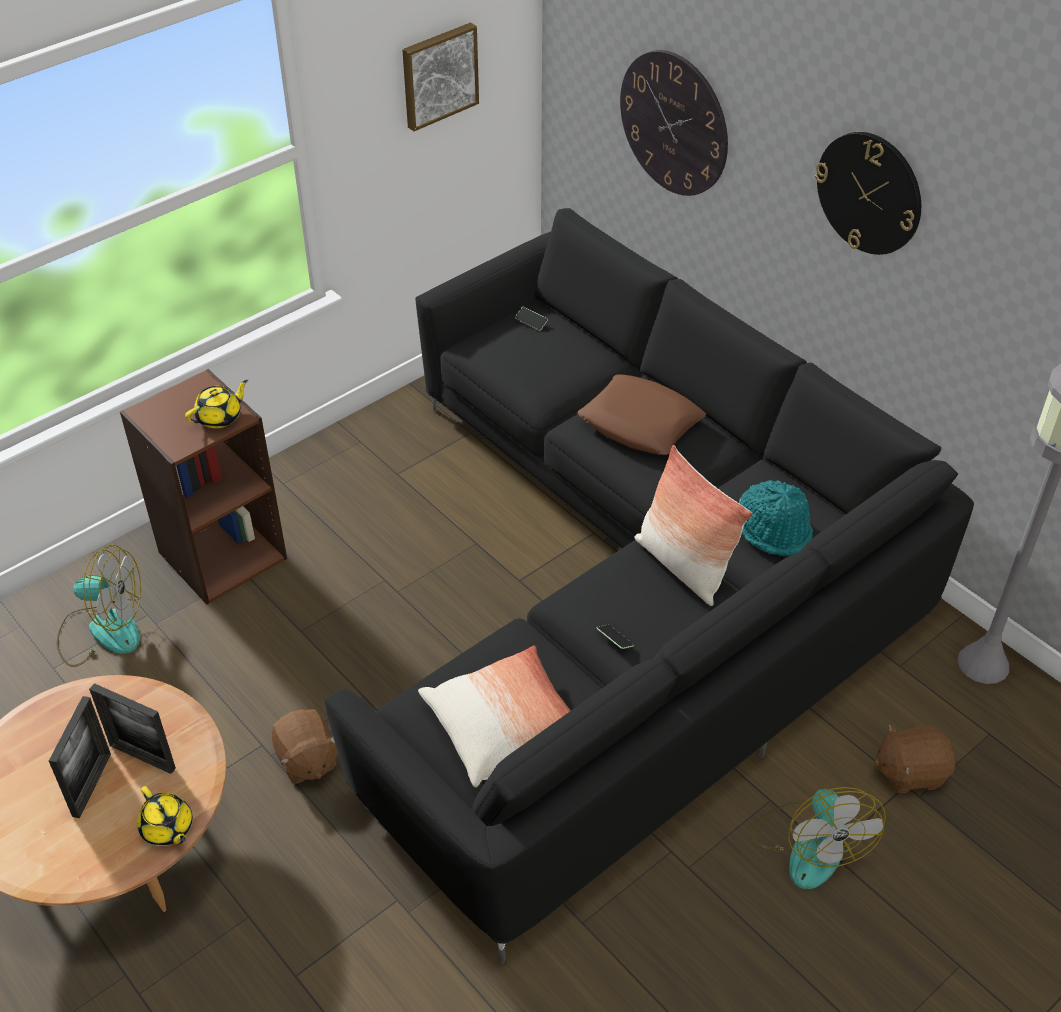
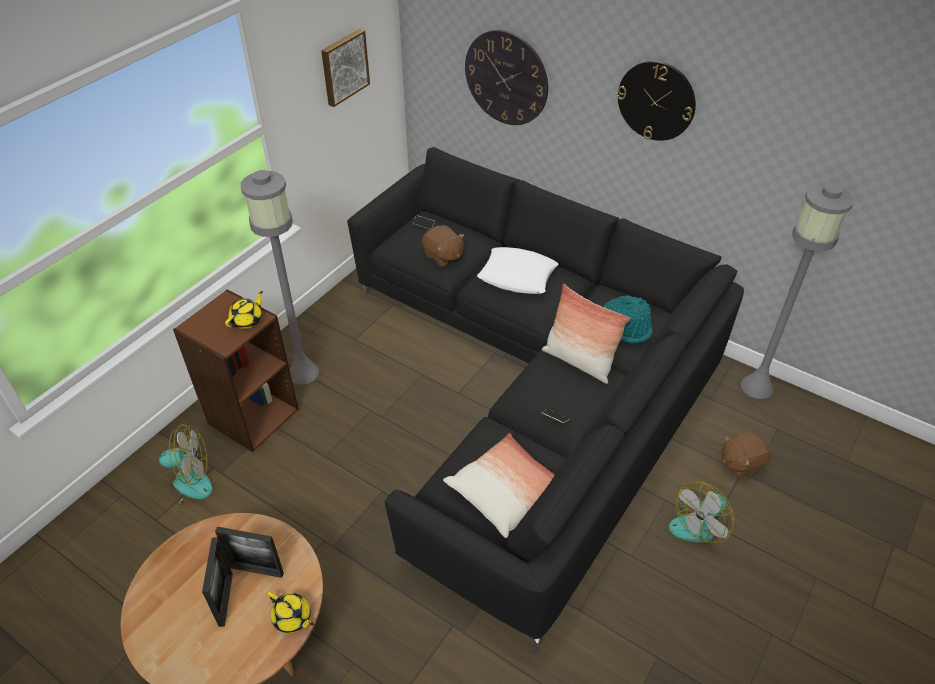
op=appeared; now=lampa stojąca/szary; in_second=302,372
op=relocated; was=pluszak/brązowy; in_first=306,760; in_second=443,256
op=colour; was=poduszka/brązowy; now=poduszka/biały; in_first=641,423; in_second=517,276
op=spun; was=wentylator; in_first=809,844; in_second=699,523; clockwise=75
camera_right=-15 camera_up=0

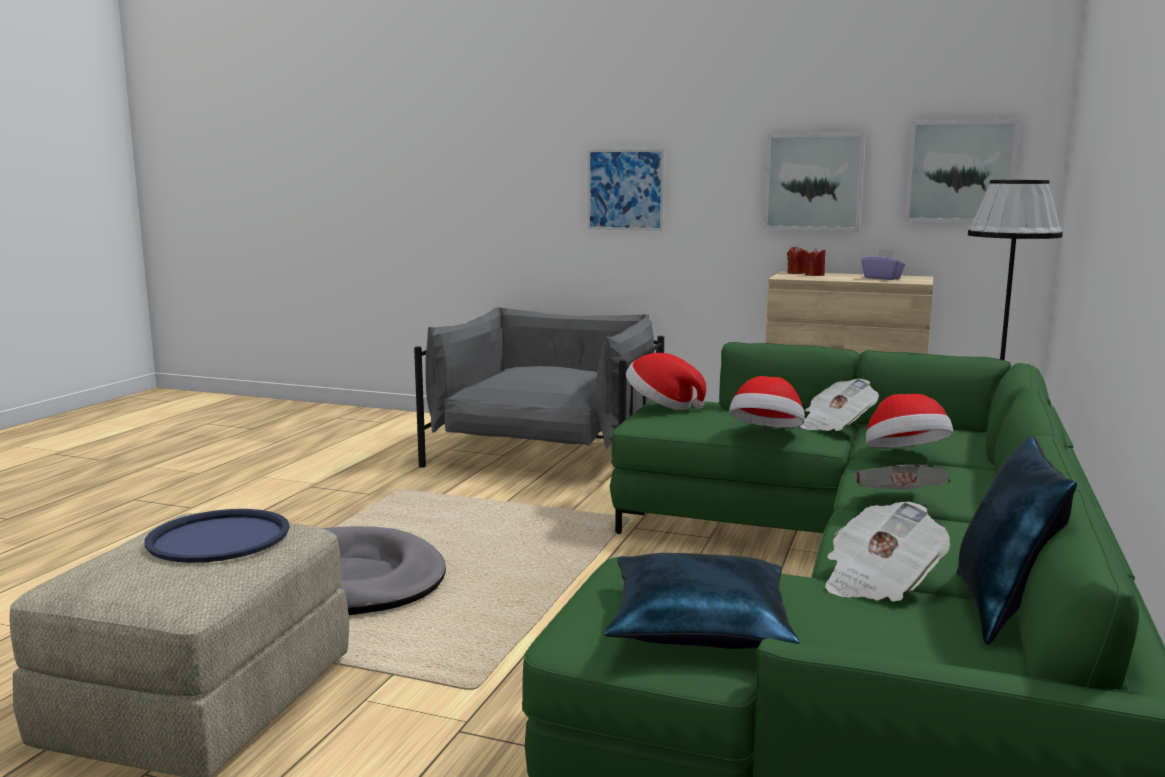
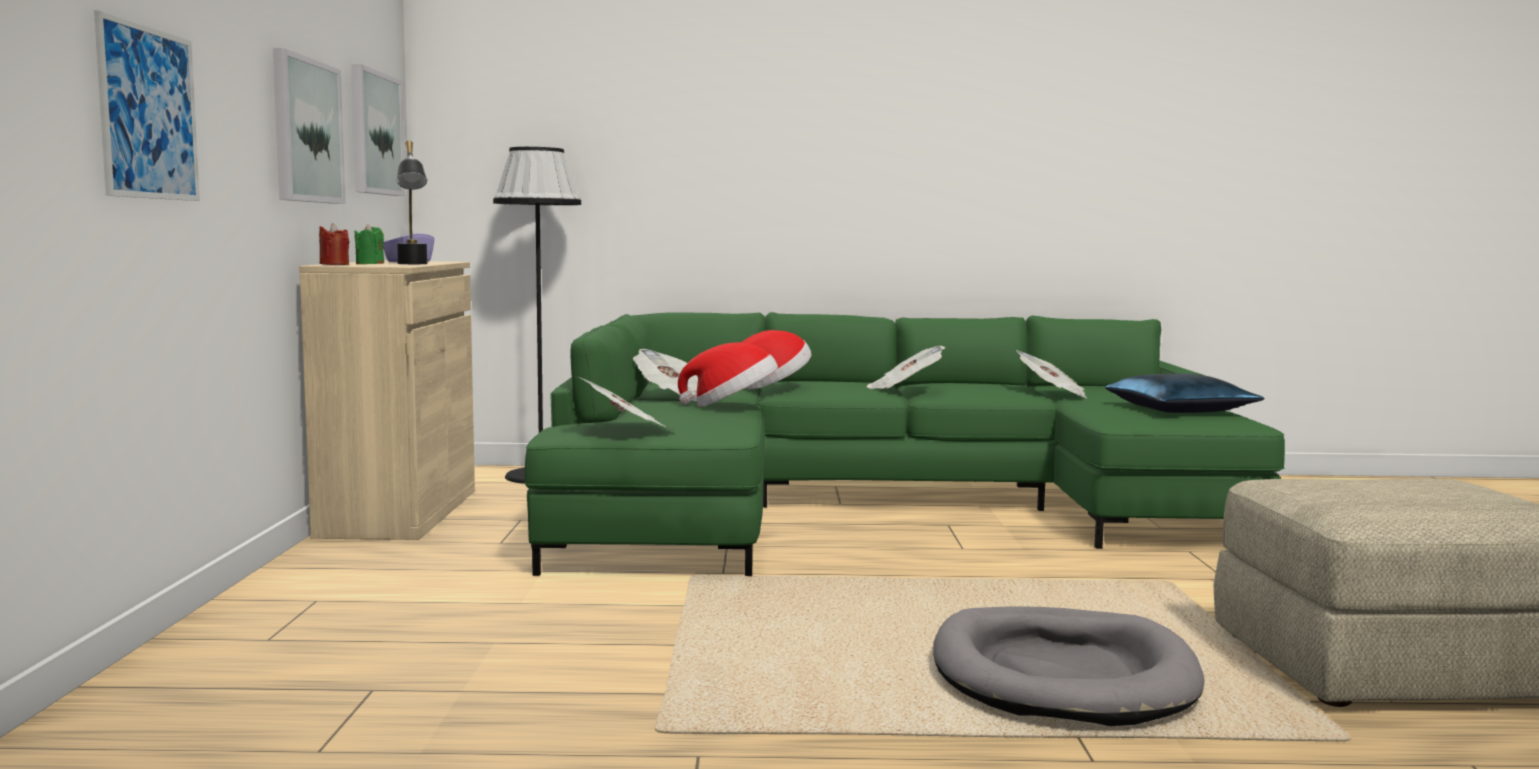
op=colour; was=świeca/czerwony; now=świeca/zielony; in_first=814,275; in_second=370,264
op=appeared; now=lampa stołowa/czarny; in_second=413,264
op=exchanged; was=kapelusz; now=gazeta; in_first=662,406; in_second=626,429
op=missing; was=taca/niebieski; in_first=219,538
op=missing; was=fotel/szary; in_first=549,454
op=missing; was=poduszka/niebieski; in_first=1003,610
camera_right=-110 camera_up=-5

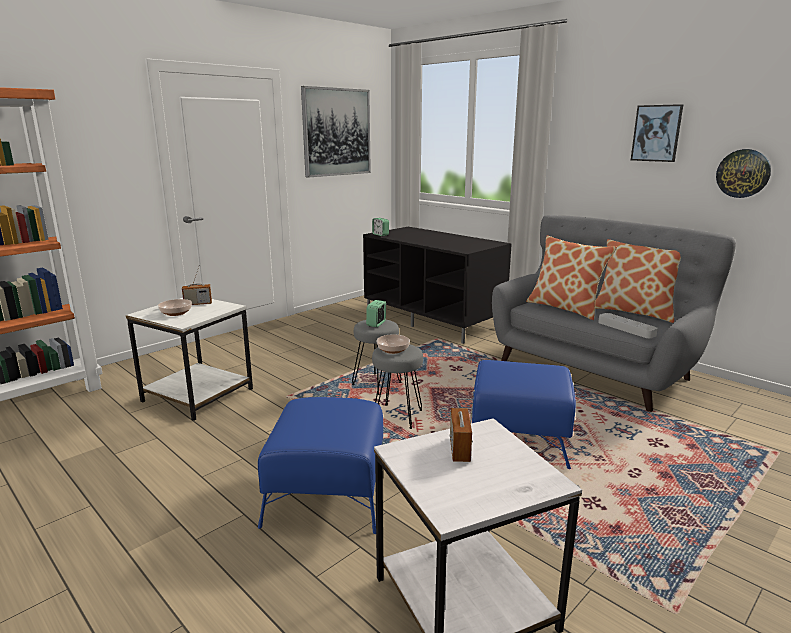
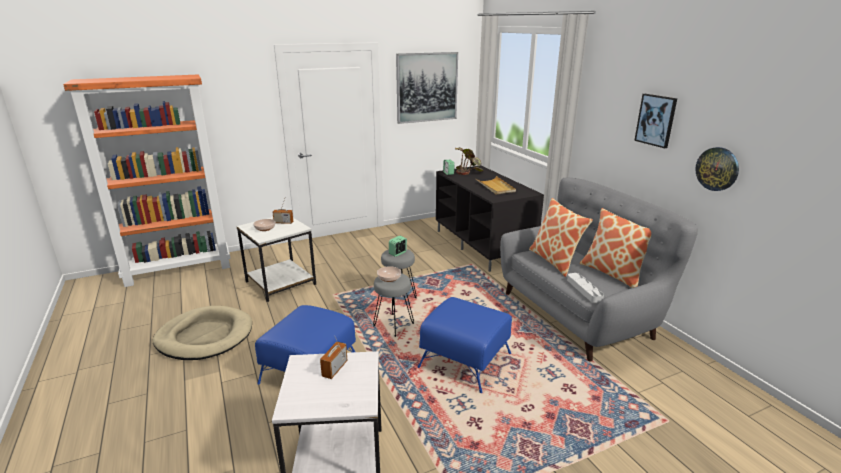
op=appeared; now=legowisko/beżowy; in_second=205,336
op=appeared; now=roślina doniczkowa; in_second=468,171
op=appeared; now=taca/beżowy; in_second=495,187
camera_right=20 camera_up=5

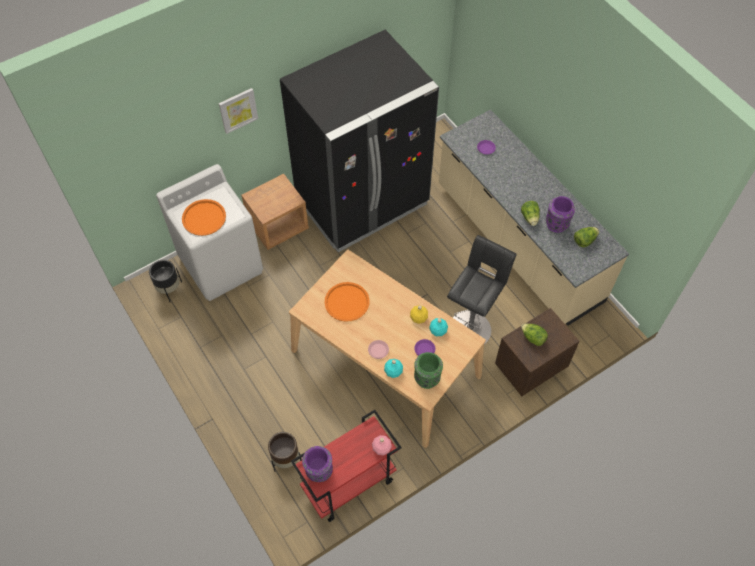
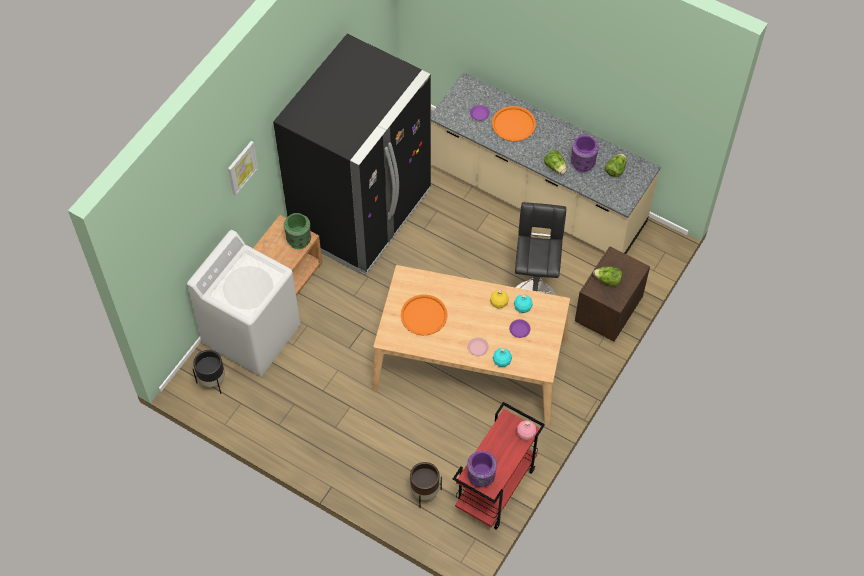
op=relocated; was=wazon/zielony; in_first=427,378; in_second=299,240
op=relocated; was=taca/pomarańczowy; in_first=204,218; in_second=513,124
camera_right=-25 camera_up=0

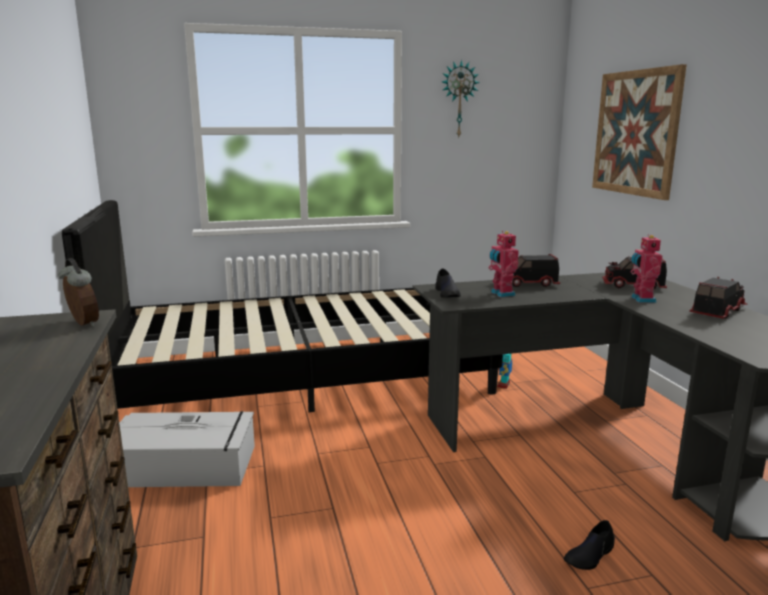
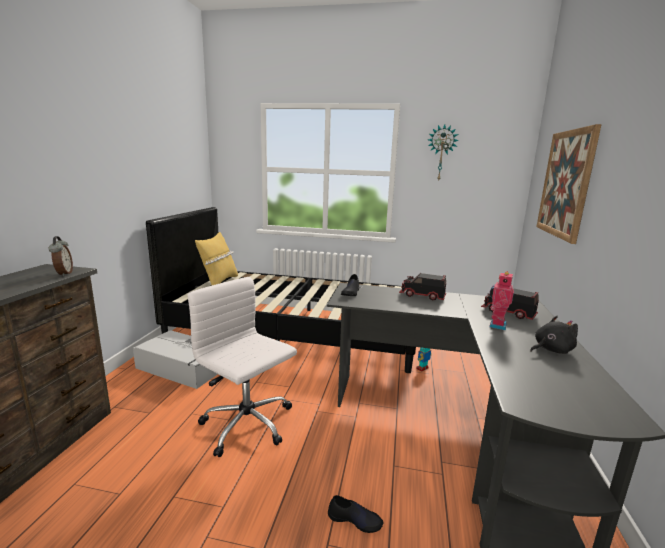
op=appeared; now=krzesło biurowe/biały; in_second=248,425
op=appeared; now=poduszka/żółty; in_second=219,282
op=spun; was=but/czarny; in_first=589,555; in_second=355,520; clockwise=-150
op=exchanged; was=ciężarówka zabawkowa; now=pluszak/czarny; in_first=716,311; in_second=551,350
op=missing; was=robot zabawkowy; in_first=501,294
camera_right=25 camera_up=0

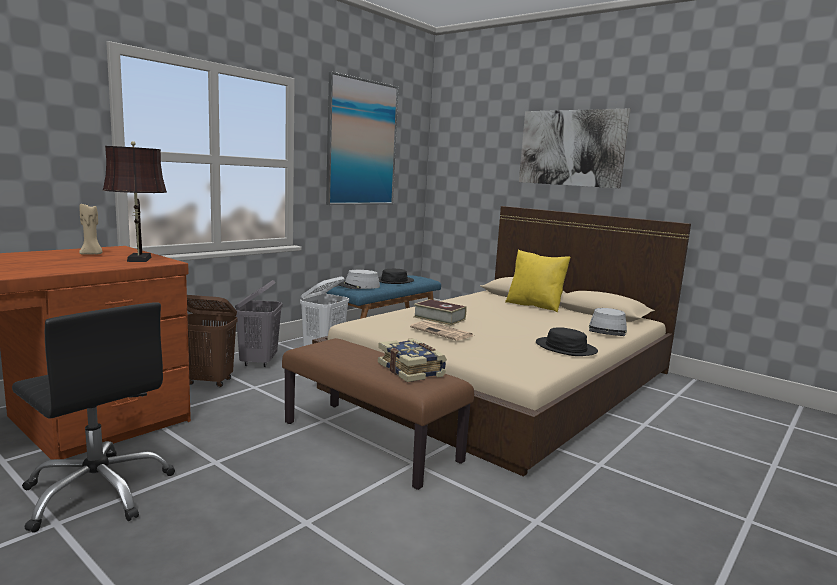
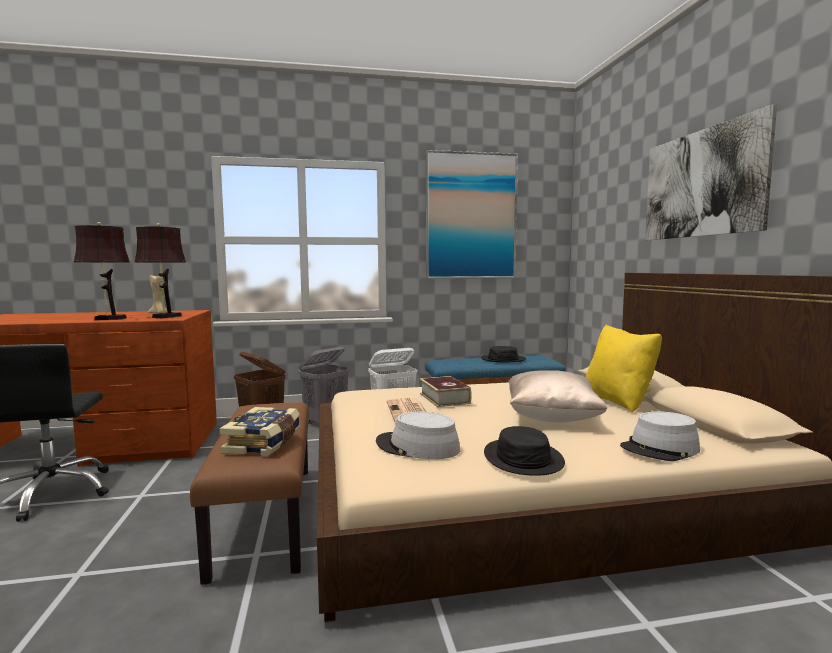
op=appeared; now=lampa stołowa/brązowy; in_second=107,319
op=relocated; was=kapelusz/szary; in_first=358,286; in_second=417,447
op=appeared; now=poduszka/beżowy; in_second=552,418
camera_right=40 camera_up=-5

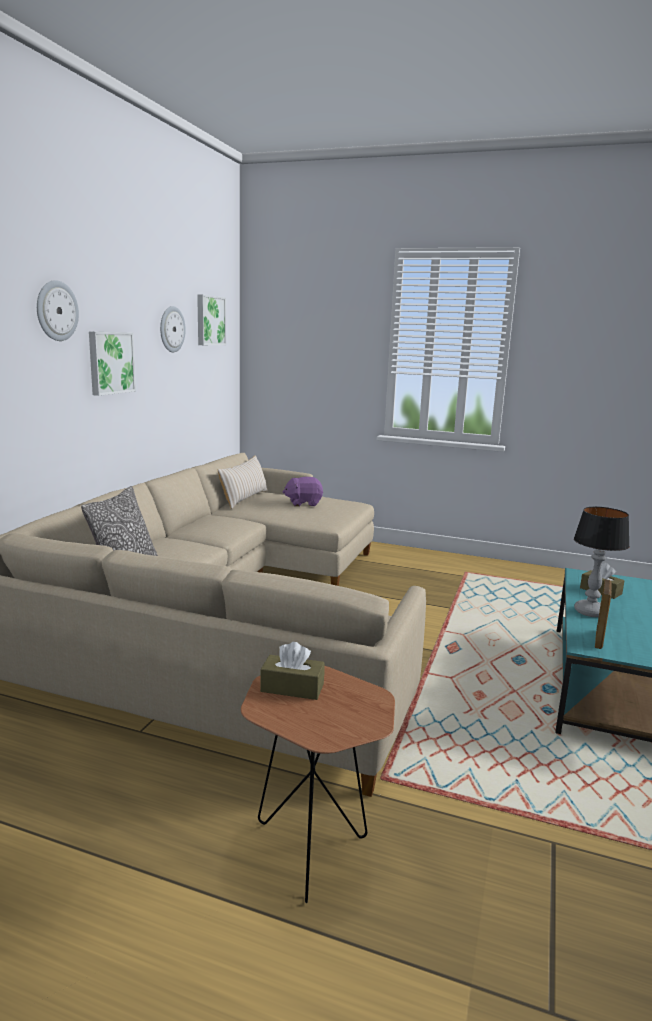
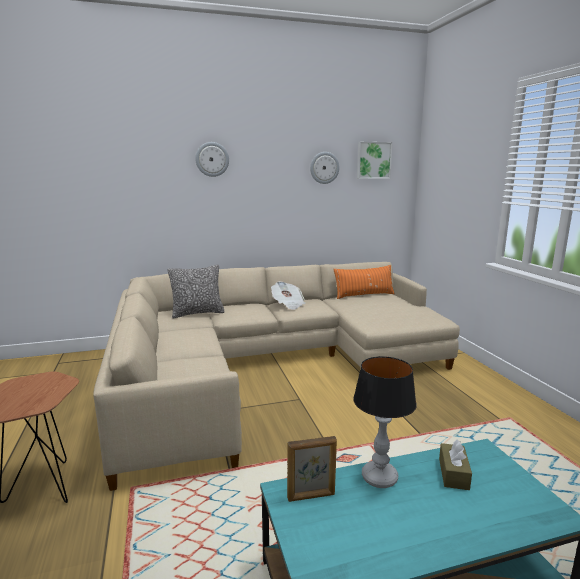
op=appeared; now=gazeta; in_second=288,304
op=colour; was=poduszka/beżowy; now=poduszka/pomarańczowy; in_first=244,498; in_second=364,295
op=missing; was=obraz; in_first=110,362
op=missing; was=pudełko chusteczek/brązowy; in_first=292,688
op=missing; was=pluszak/fioletowy; in_first=303,503
camera_right=55 camera_up=0

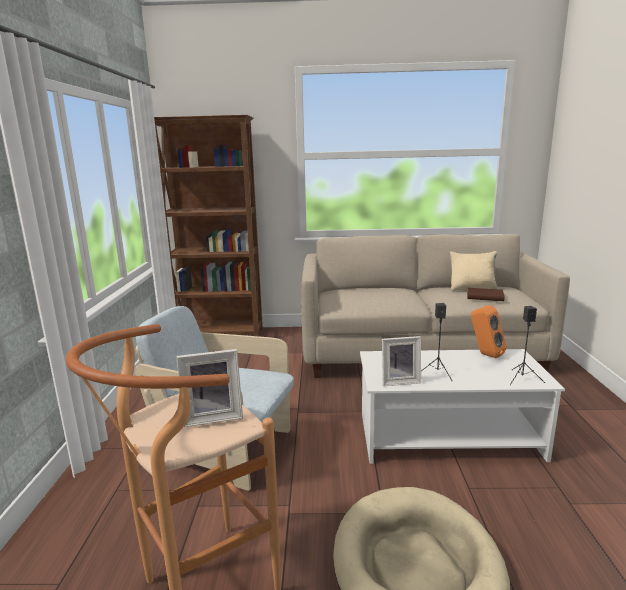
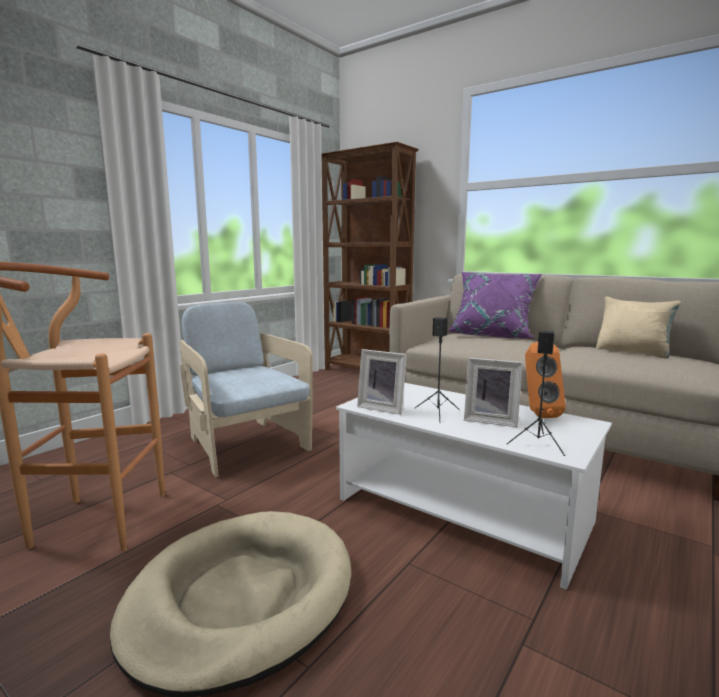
op=appeared; now=poduszka/fioletowy; in_second=492,335
op=relocated; was=ramka na zdjęcie; in_first=213,416; in_second=491,420
op=missing; was=książka/brązowy; in_first=485,297
camera_right=35 camera_up=-5

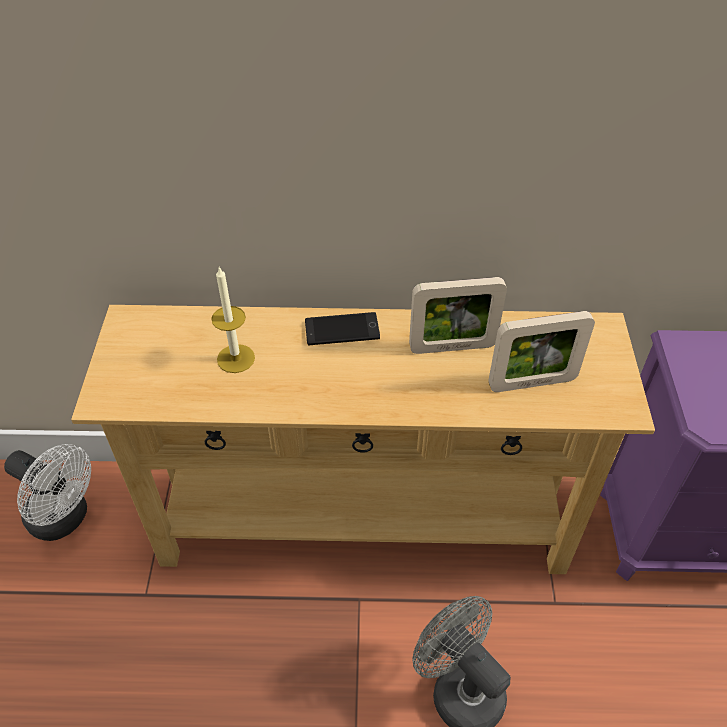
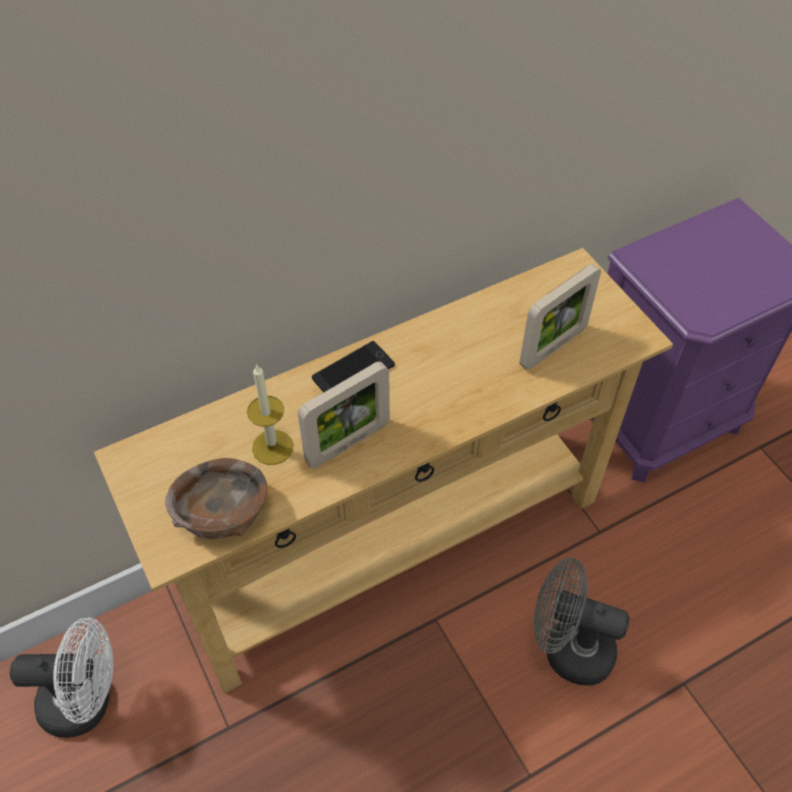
op=appeared; now=miska/brązowy; in_second=223,514
op=relocated; was=ramka na zdjęcie; in_first=452,347; in_second=348,443
camera_right=-30 camera_up=5

